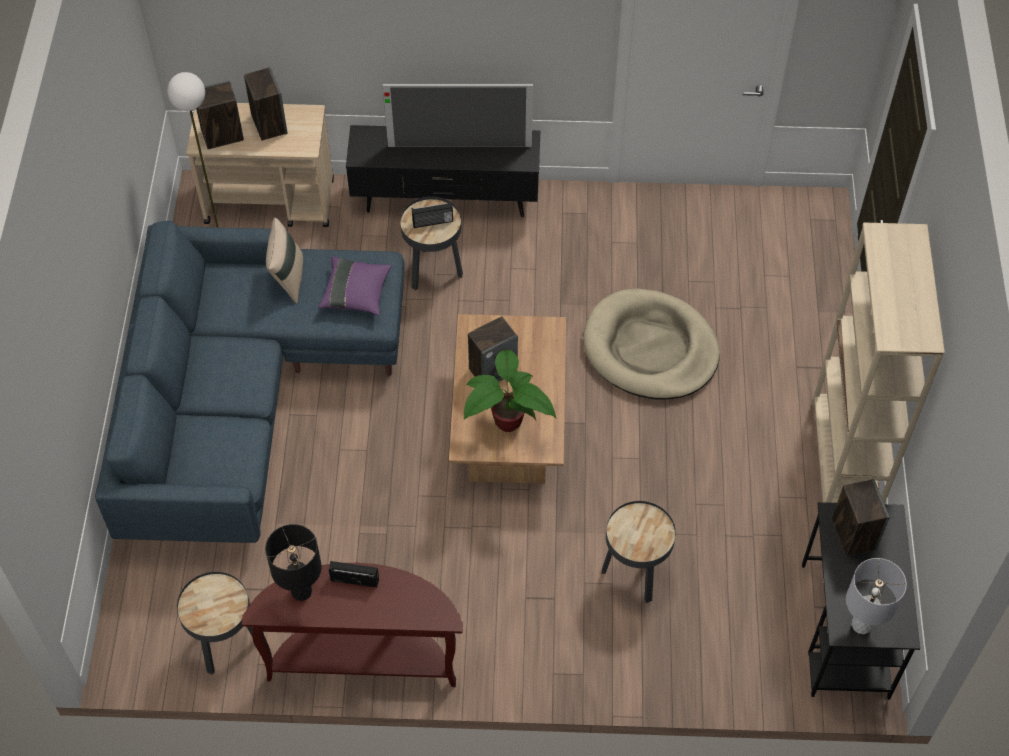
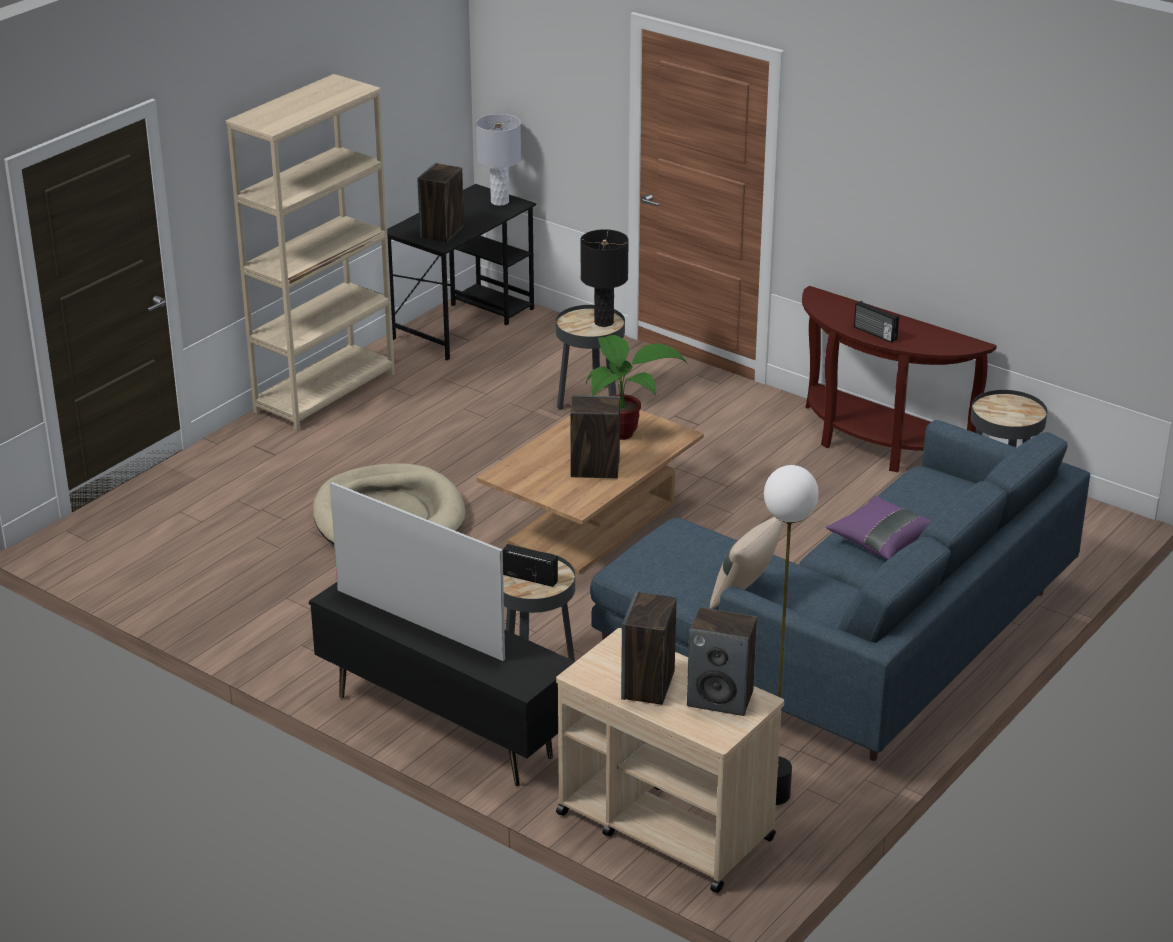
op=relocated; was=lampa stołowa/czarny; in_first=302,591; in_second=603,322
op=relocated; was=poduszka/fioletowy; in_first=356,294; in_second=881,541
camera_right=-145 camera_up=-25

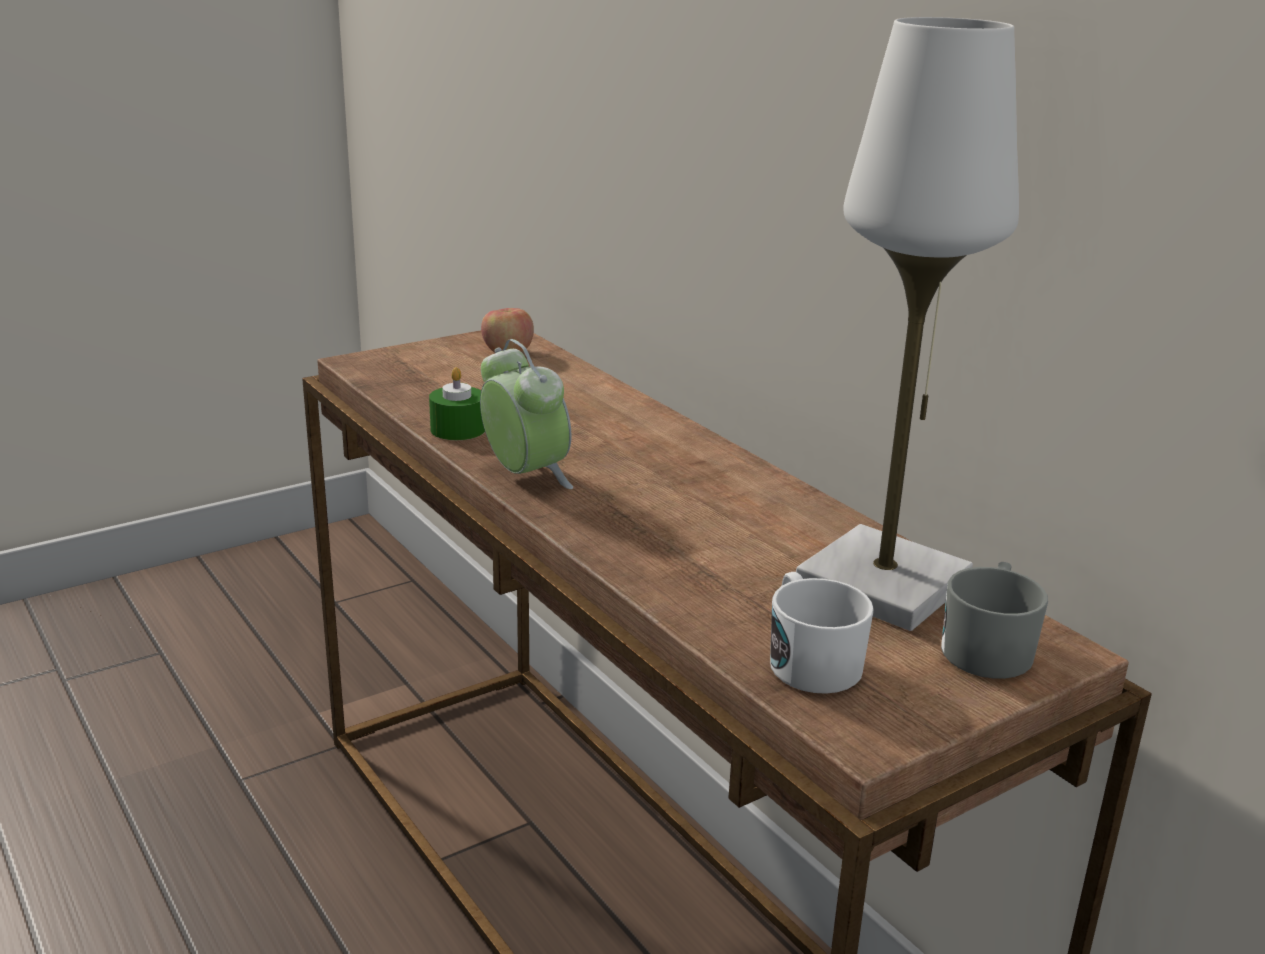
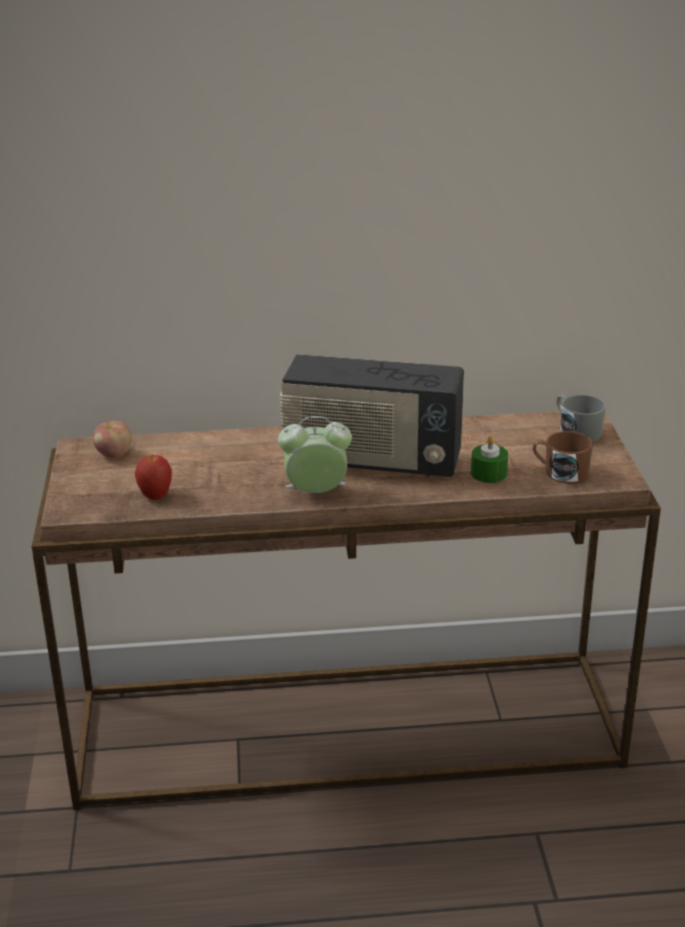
op=appeared; now=jabłko; in_second=155,496
op=appeared; now=radio; in_second=372,461
op=relocated; was=świeca/zielony; in_first=458,429; in_second=489,473
op=colour; was=kubek/biały; now=kubek/brązowy; in_first=809,660; in_second=560,472
op=missing; was=lampa stołowa/biały; in_first=883,584
camera_right=-60 camera_up=5

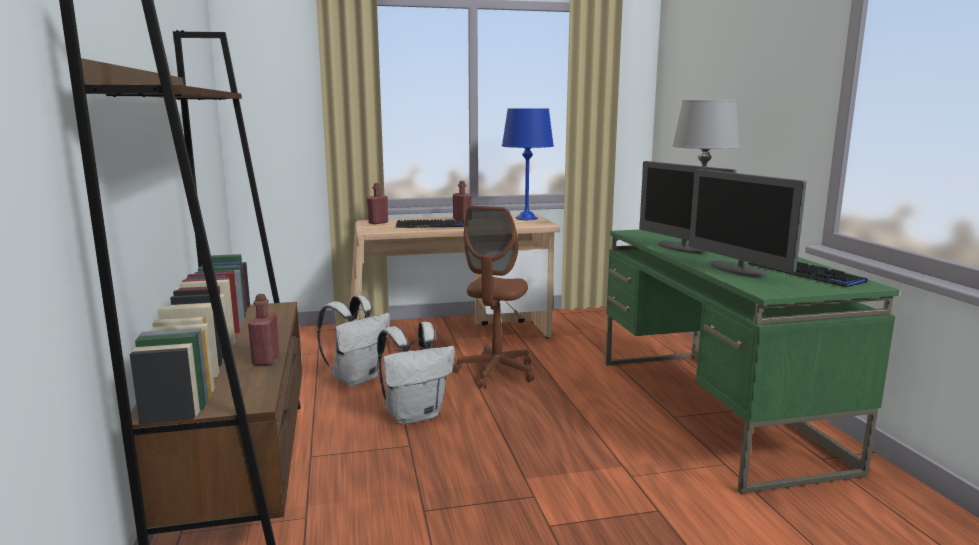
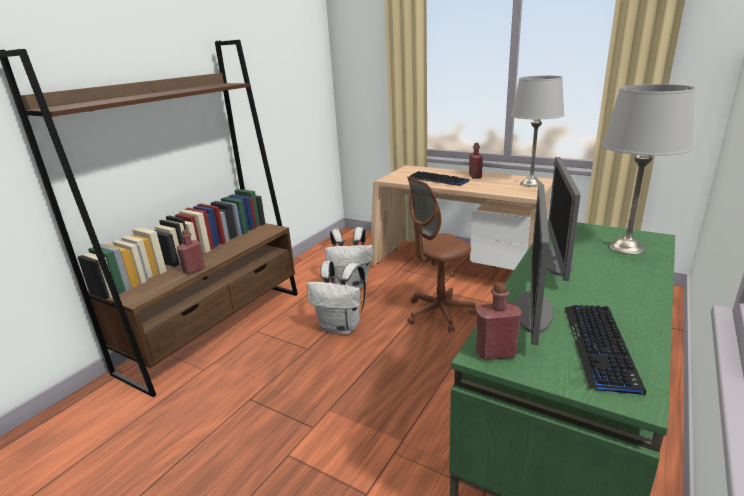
op=relocated; was=butelka/czerwony; in_first=378,222; in_second=495,353
op=colour; was=lampa stołowa/niebieski; now=lampa stołowa/szary; in_first=526,218; in_second=531,183
camera_right=45 camera_up=10

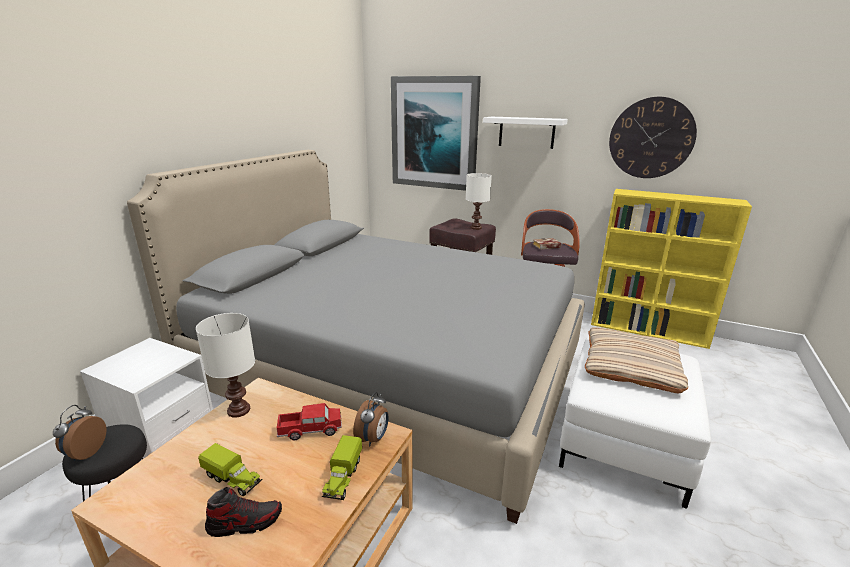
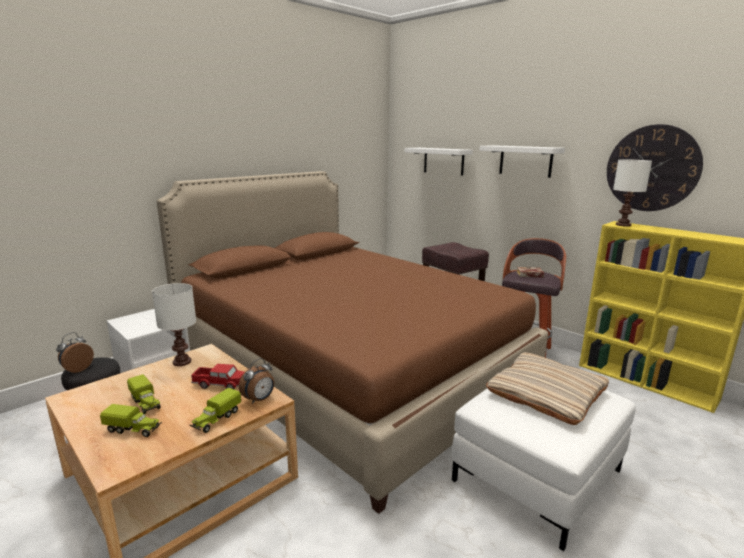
op=exchanged; was=but; now=ciężarówka zabawkowa; in_first=245,522; in_second=133,429
op=colour; was=łóżko/szary; now=łóżko/brązowy; in_first=390,373; in_second=347,372
op=exchanged; was=obraz; now=półka/biały; in_first=434,133; in_second=443,161
op=relocated; was=lampa stołowa/biały; in_first=475,228; in_second=622,225
camera_right=20 camera_up=-5

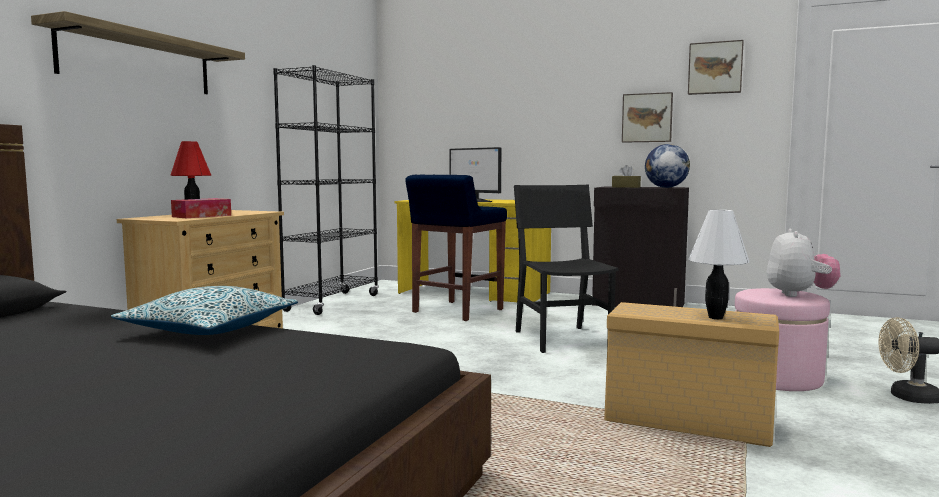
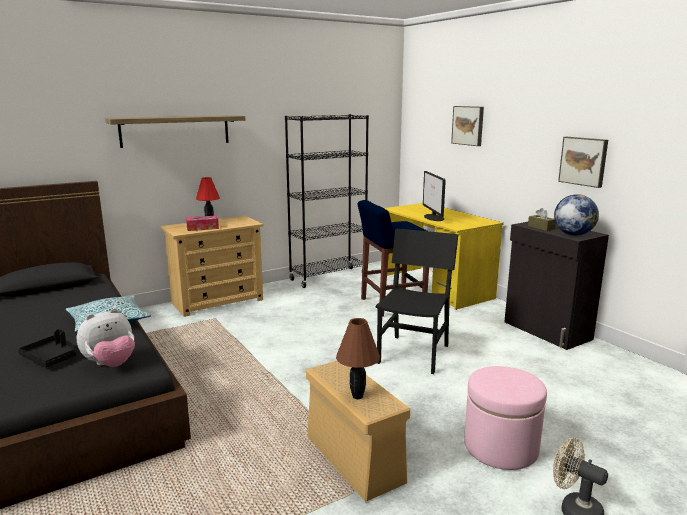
op=appeared; now=taca/czarny; in_second=51,357
op=relocated; was=pluszak; in_first=799,295; in_second=111,364
op=colour; was=lampa stołowa/biały; now=lampa stołowa/brązowy; in_first=716,317; in_second=358,396
op=relocated; was=obraz; in_first=715,68; in_second=468,125
camera_right=35 camera_up=10

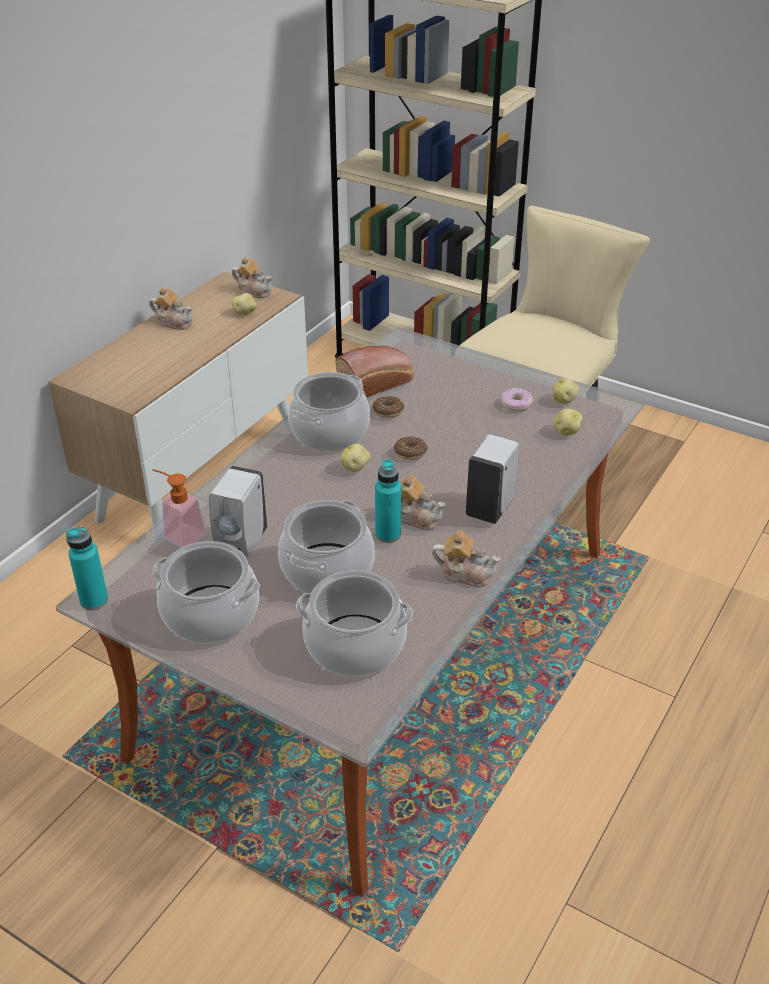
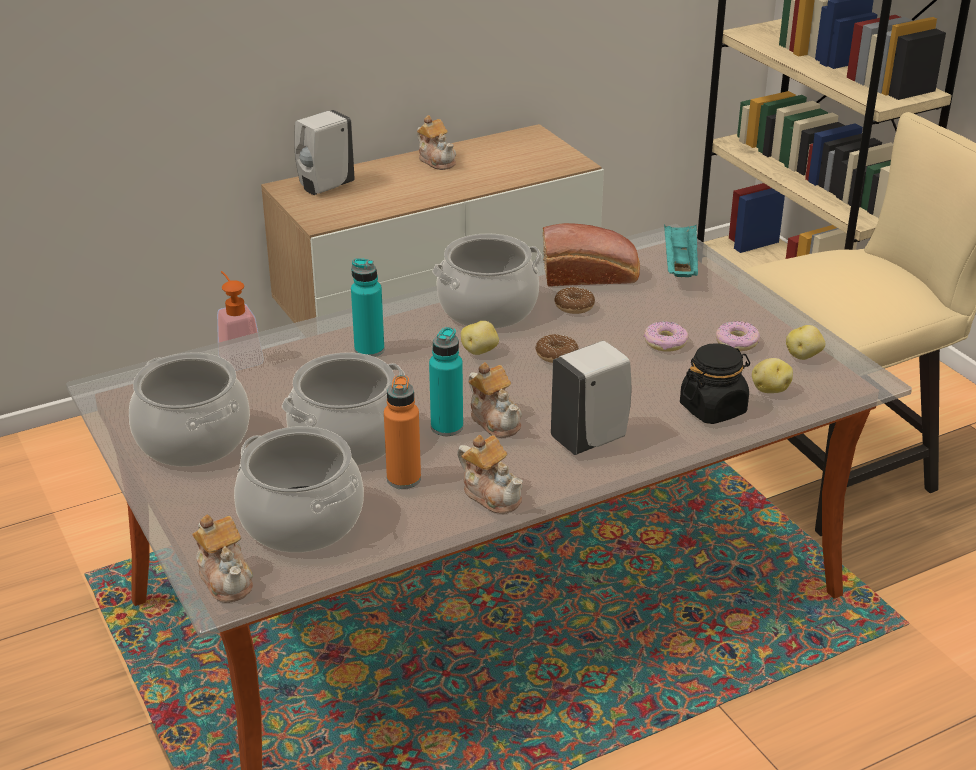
op=relocated; was=imbryk; in_first=254,291; in_second=226,578
op=relocated; was=dozownik mydła/biały; in_first=241,545; in_second=324,187
op=relocated; was=butelka/turkusowy; in_first=94,600; in_second=369,350
op=appeared; now=butelka/pomarańczowy; in_second=404,479
op=appeared; now=donut; in_second=665,343
op=appeared; now=taca/turkusowy; in_second=679,265
op=appeared; now=słoik/czarny; in_second=713,409
op=missing; was=ziemniak; in_first=245,313
camera_right=30 camera_up=-5

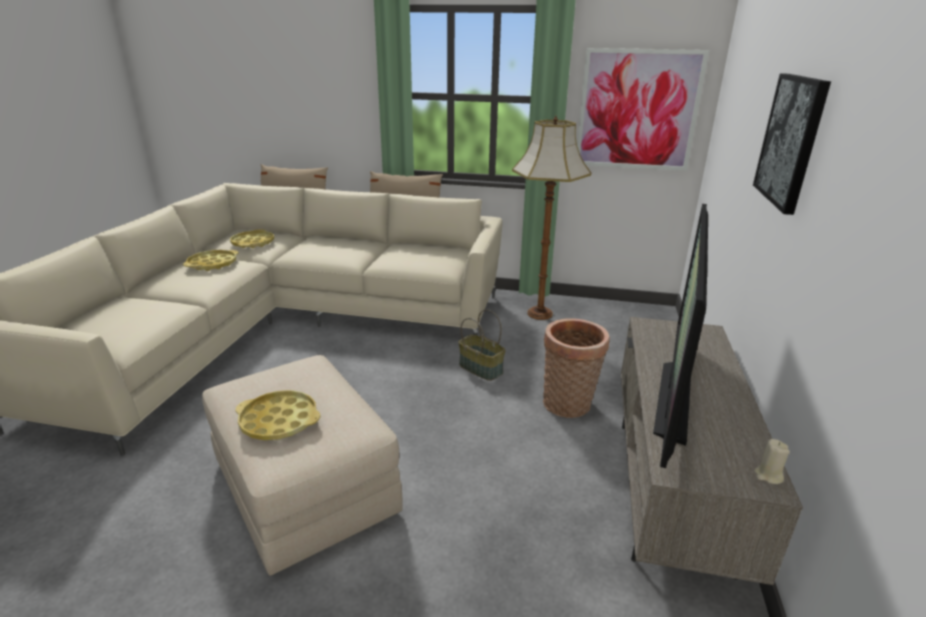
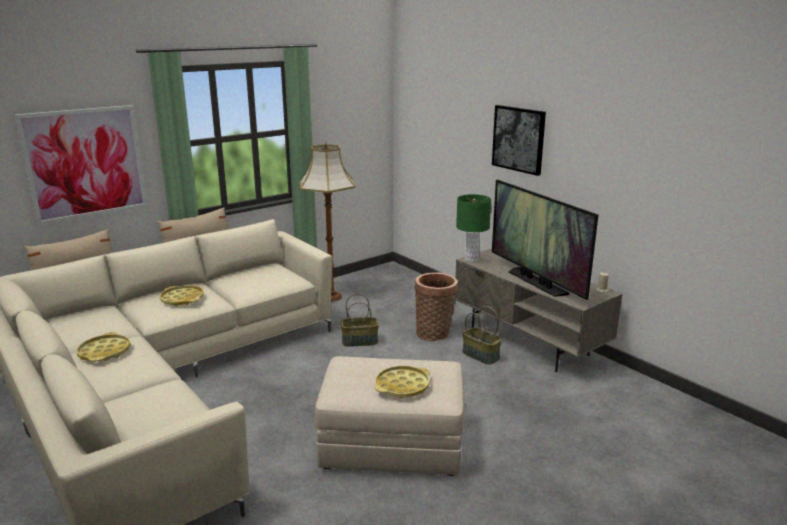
op=relocated; was=obraz; in_first=637,110; in_second=85,163
op=relocated; was=taca/żółty; in_first=253,243; in_second=182,299
op=appeared; now=lampa stołowa/zielony; in_second=471,259
op=appeared; now=koszyk; in_second=481,355
camera_right=-50 camera_up=-5

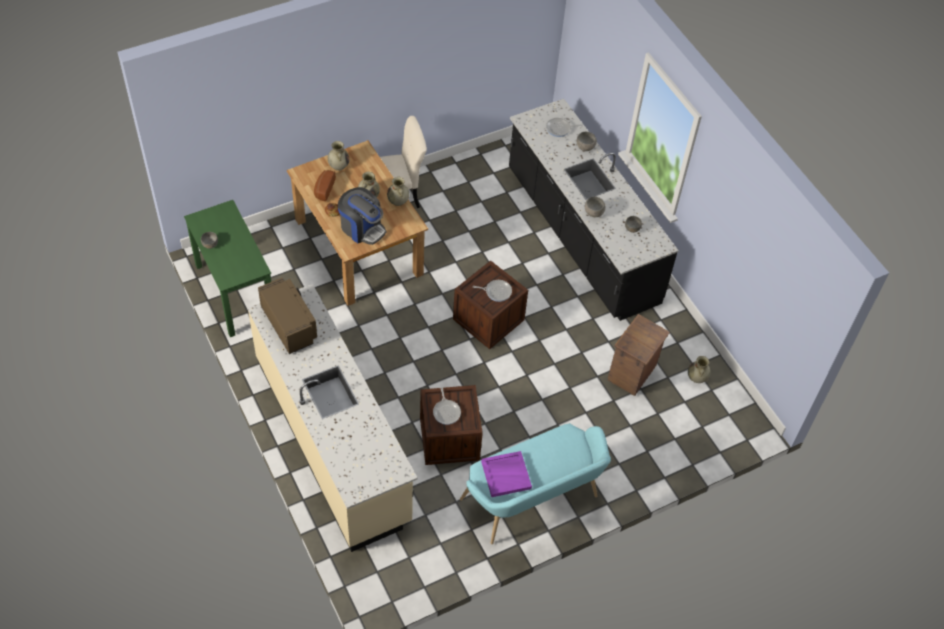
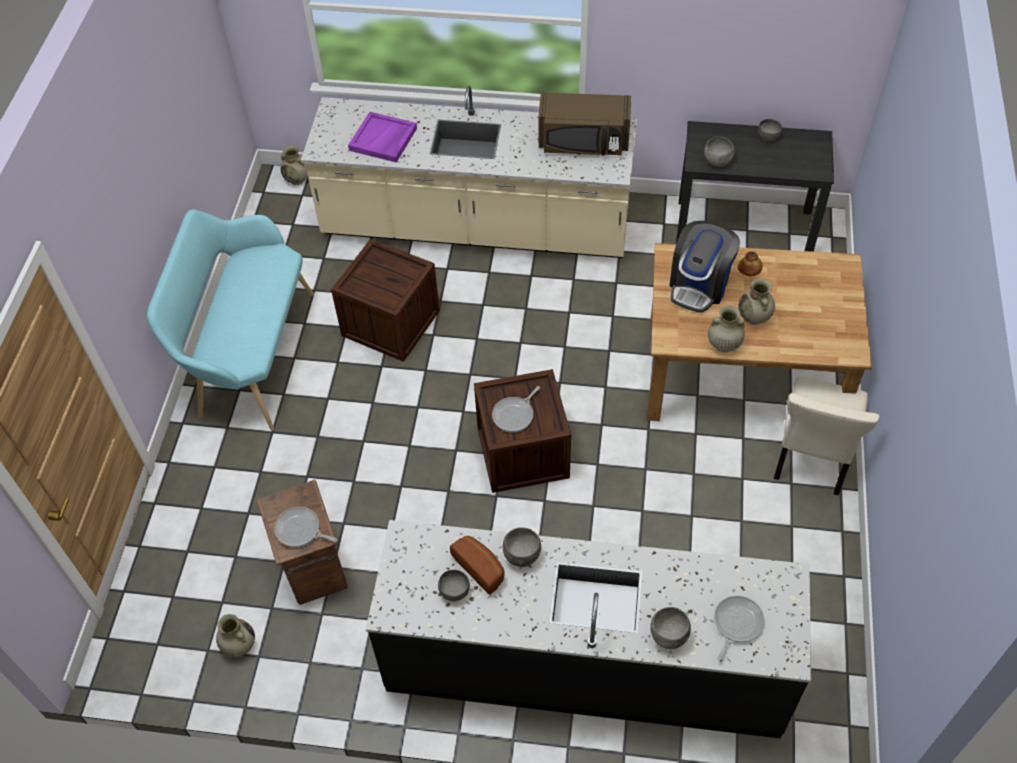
op=relocated; was=patelnia; in_first=446,412; in_second=300,530
op=relocated; was=wazon/beżowy; in_first=338,166; in_second=297,179
op=relocated; was=taca/fioletowy; in_first=506,474; in_second=383,139
op=relocated; was=chleb; in_first=323,189; in_second=481,567
op=spun; was=ekspres do kawy; in_first=362,228; in_second=699,285; clockwise=-45
op=colour; was=biurko/zielony; now=biurko/czarny; in_first=235,292; in_second=744,227
op=appeared; now=miska/szary; in_second=717,162
camera_right=130 camera_up=0

